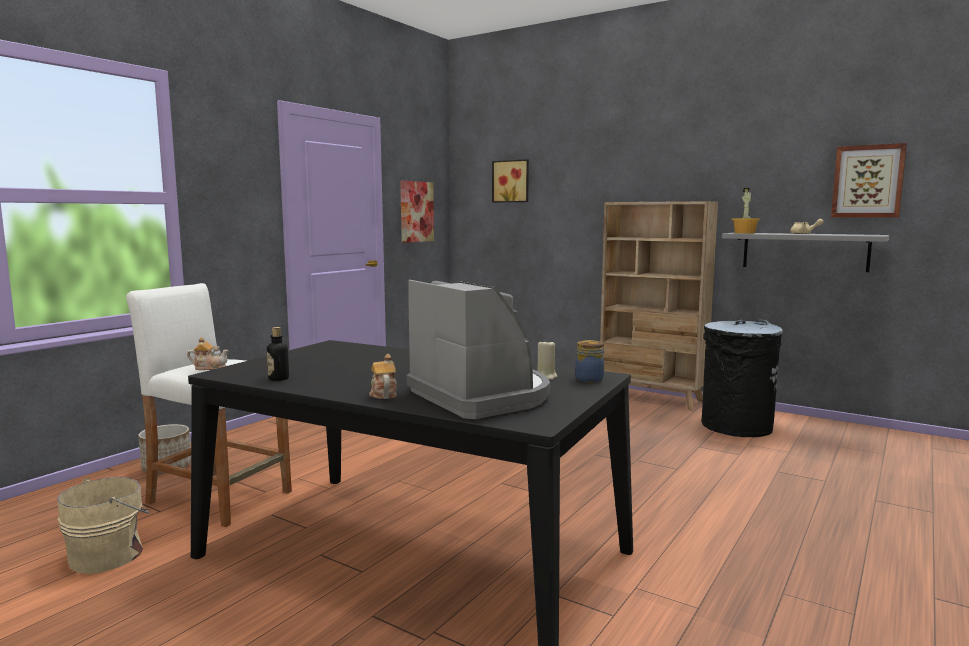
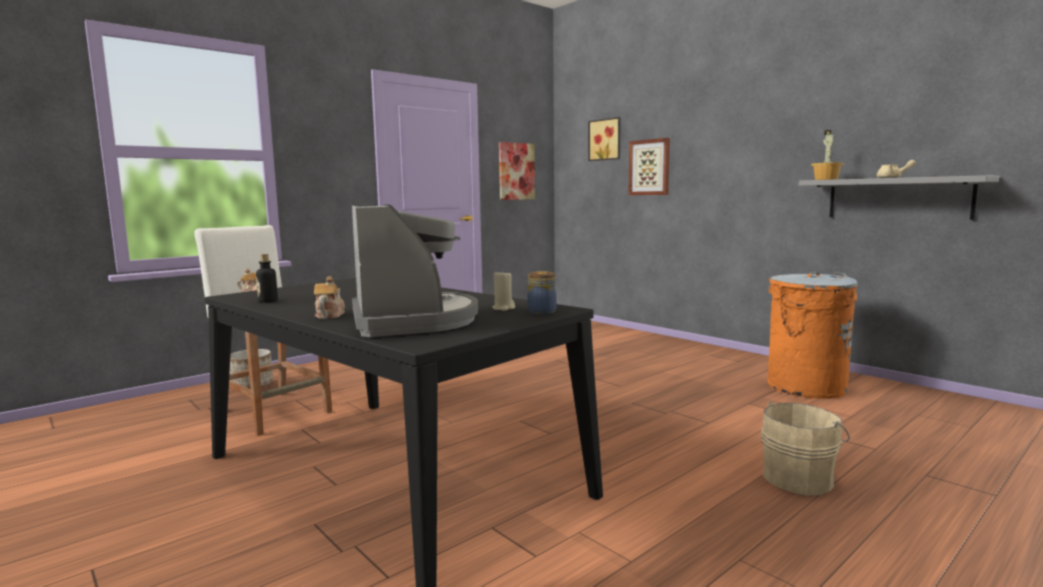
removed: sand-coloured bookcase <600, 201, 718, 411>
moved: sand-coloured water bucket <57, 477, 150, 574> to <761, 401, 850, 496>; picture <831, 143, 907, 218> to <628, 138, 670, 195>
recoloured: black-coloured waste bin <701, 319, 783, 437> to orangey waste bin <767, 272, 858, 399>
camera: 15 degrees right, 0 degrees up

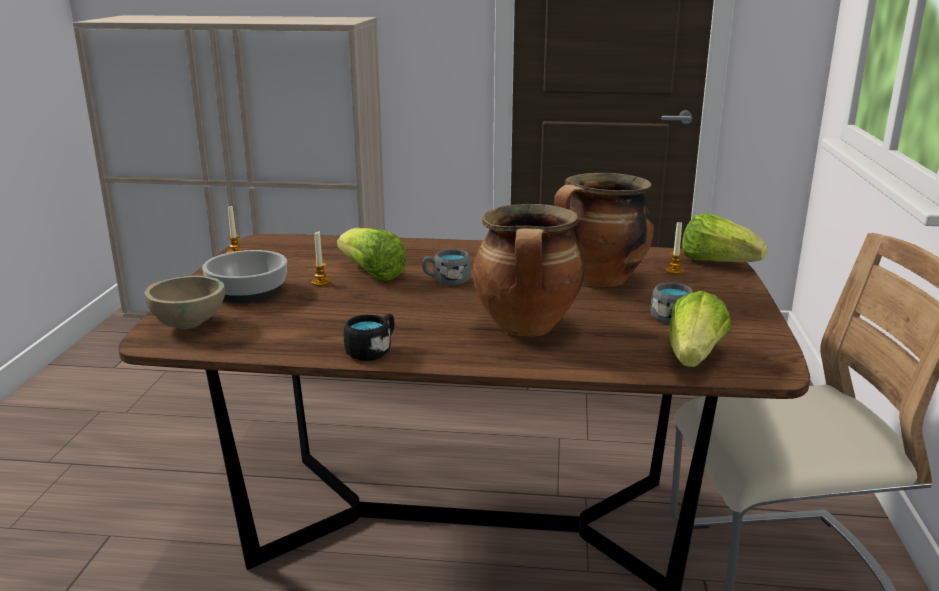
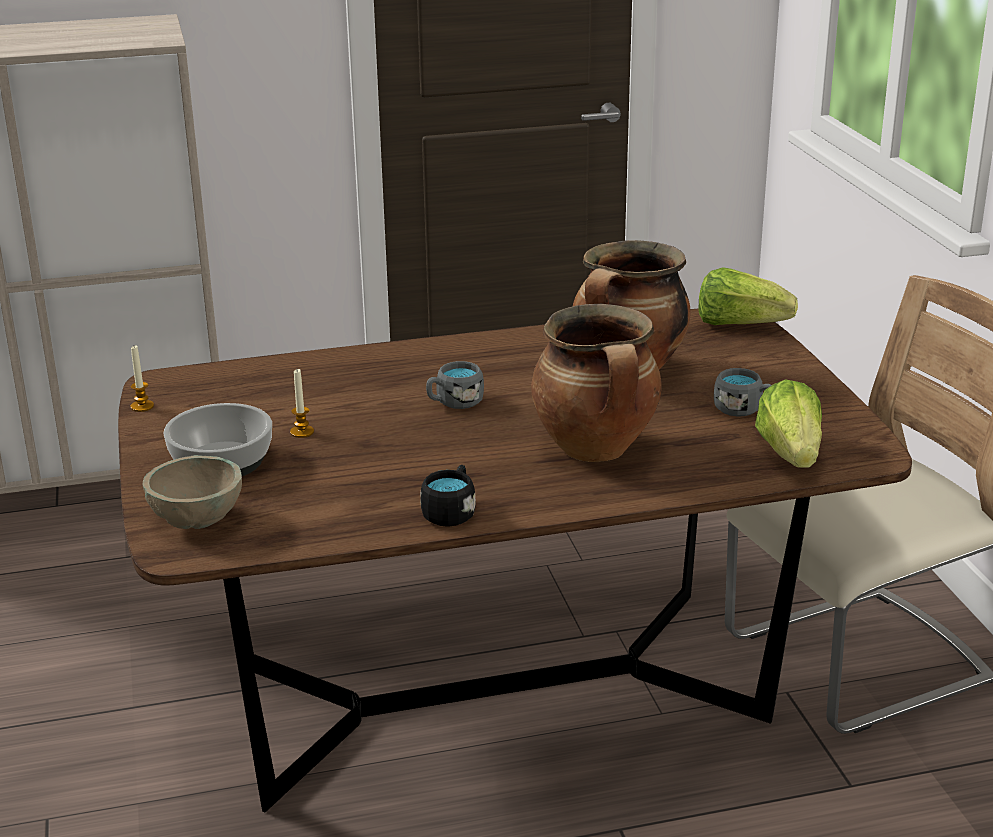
removed: lettuce head <337, 228, 407, 281>; candle <666, 221, 684, 274>
camera: 20 degrees left, 5 degrees up

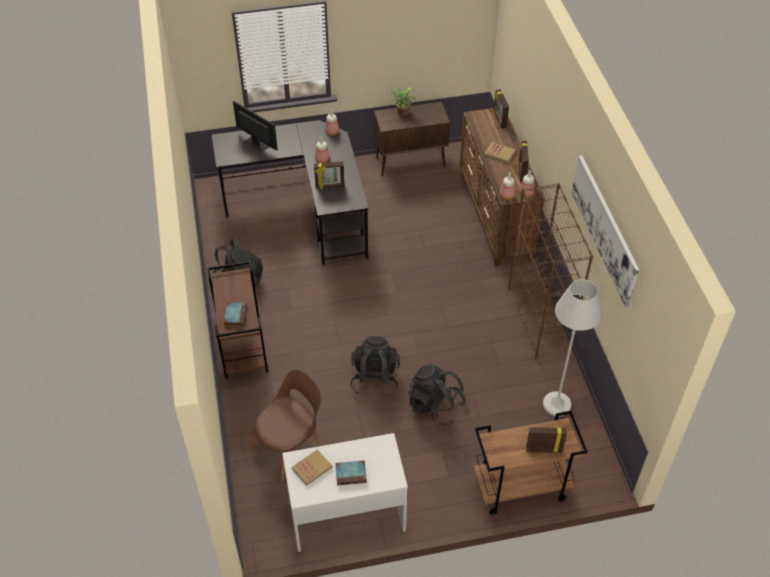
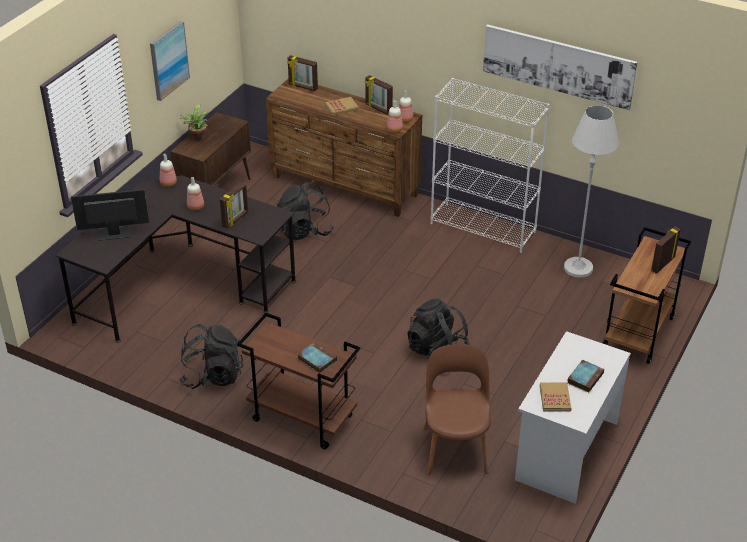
added: picture <150, 21, 190, 101>
moved: black-coloured rucksack <409, 364, 466, 426> to <277, 181, 334, 240>
recoloured: brown-coloured bookcase <508, 183, 593, 360> to white bookcase <430, 78, 550, 253>
camera: 50 degrees left, 10 degrees down

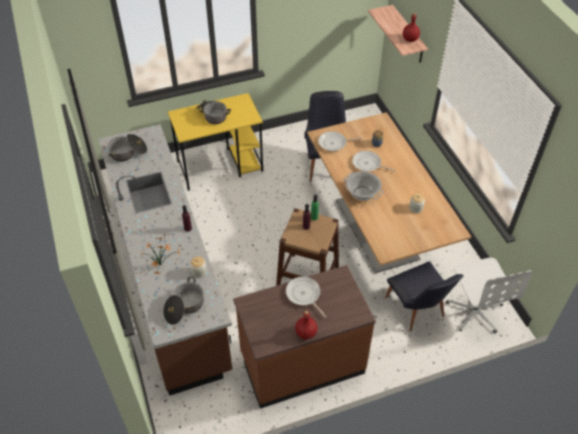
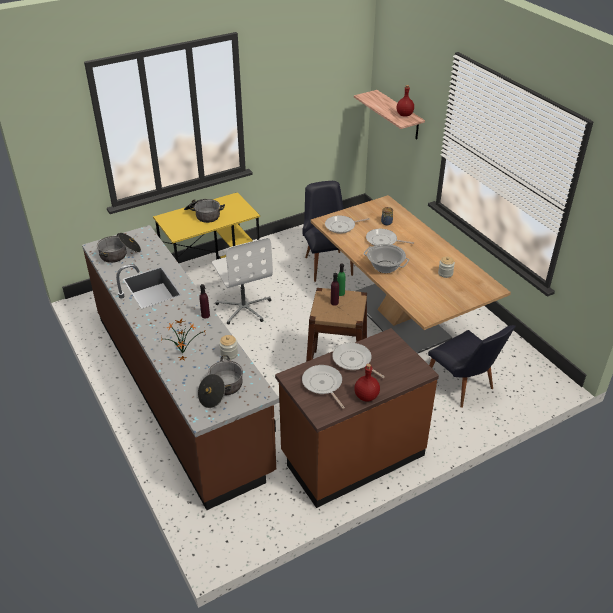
added: frying pan <302, 365, 345, 409>
moved: white office chair <446, 258, 532, 333> to <212, 238, 273, 325>
camera: 10 degrees left, 10 degrees down

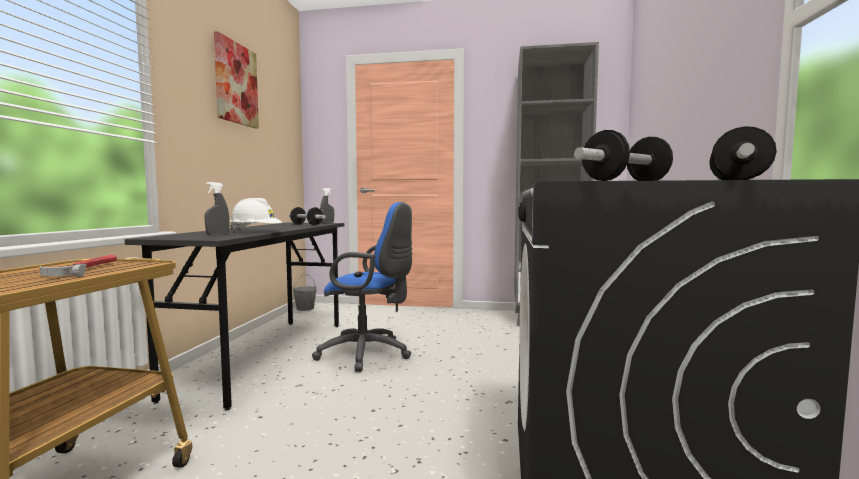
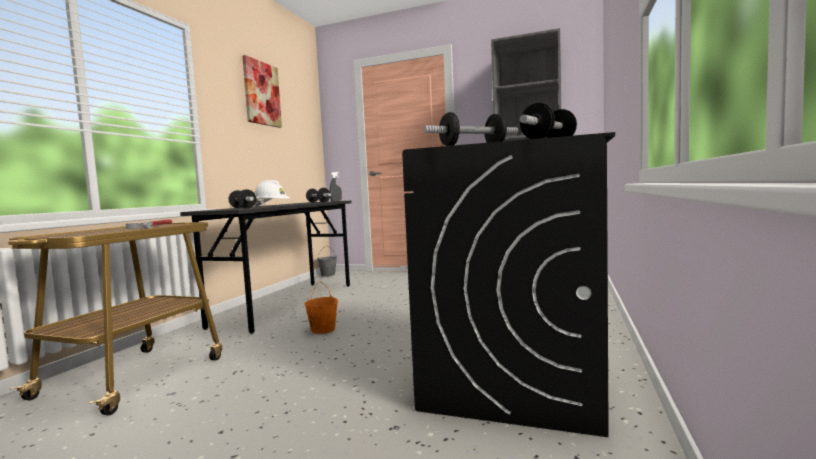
removed: blue-coloured office chair <312, 202, 412, 372>
added: orangey water bucket <304, 281, 338, 334>
replaced: gray spray bottle <205, 182, 229, 235> to hand weight <228, 189, 257, 208>
camera: 10 degrees right, 0 degrees up

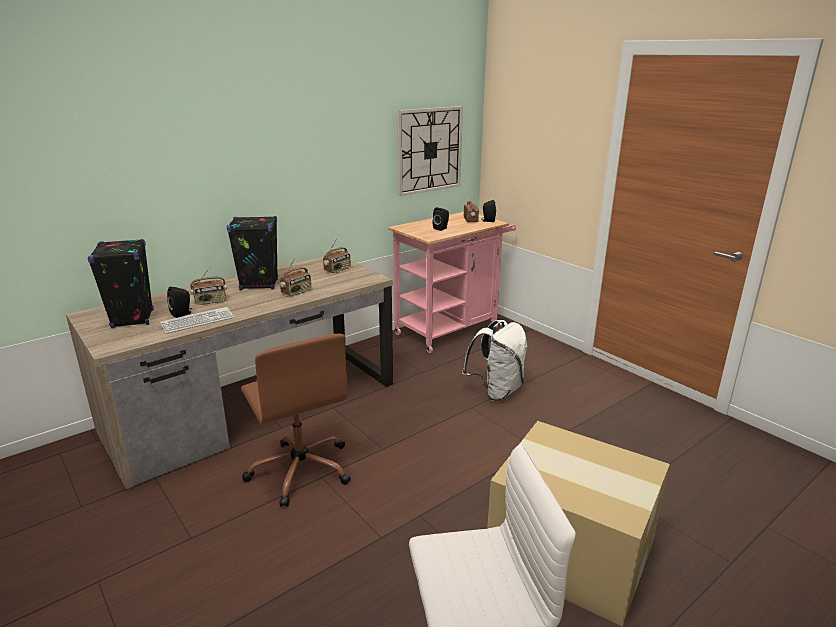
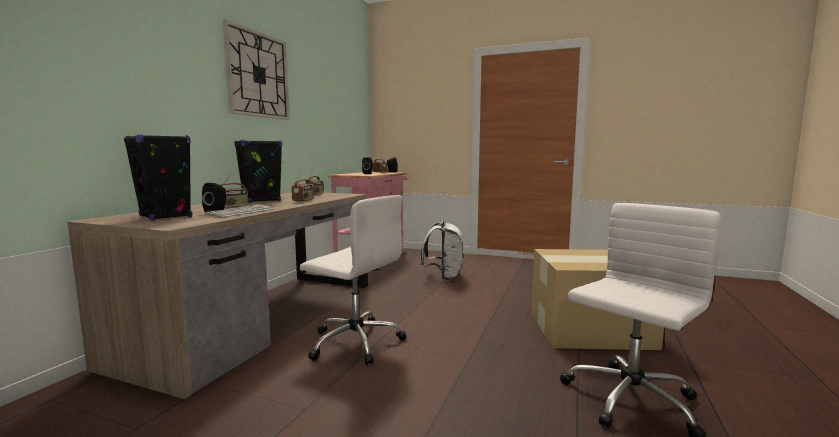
moved: wall clock <397, 106, 463, 196> to <223, 20, 290, 120>
recoloured: brown-coloured office chair <241, 334, 351, 507> to white office chair <300, 195, 406, 365>
camera: 30 degrees left, 15 degrees down

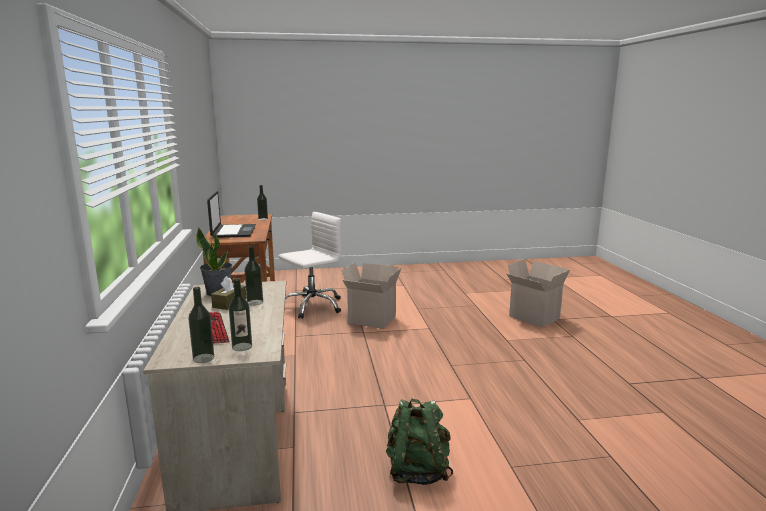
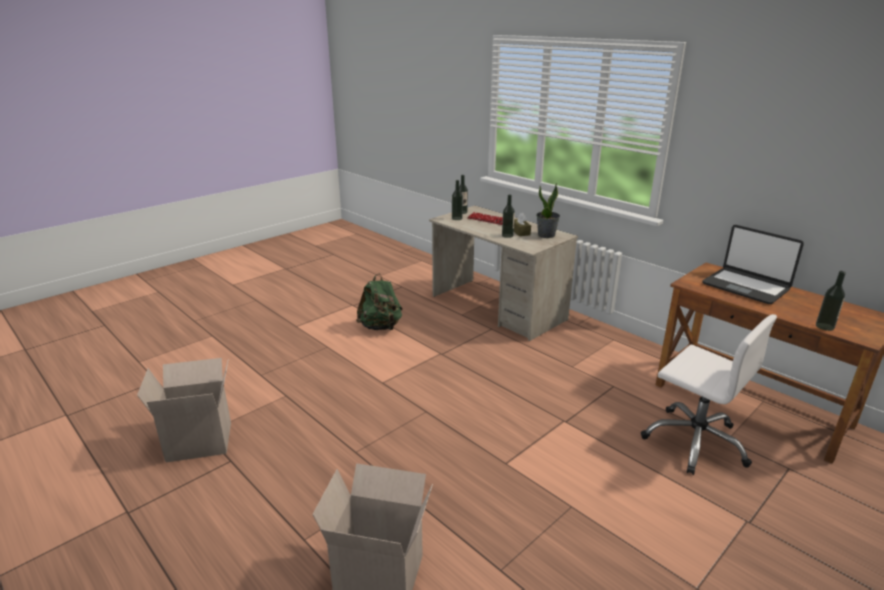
moved: cardboard box <342, 262, 401, 329> to <137, 358, 231, 462>
turned: white office chair <279, 212, 341, 319> = <641, 314, 777, 475> 60 degrees counterclockwise
camera: 145 degrees right, 10 degrees up

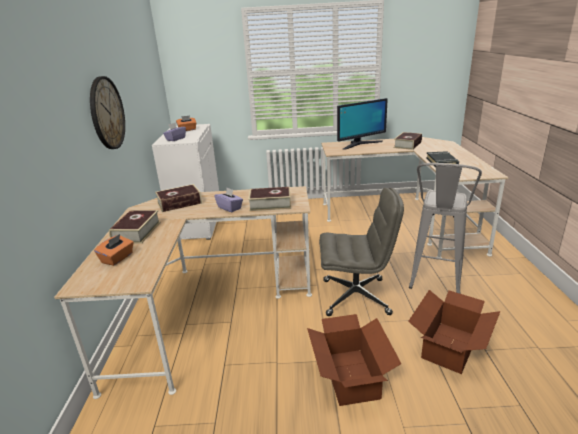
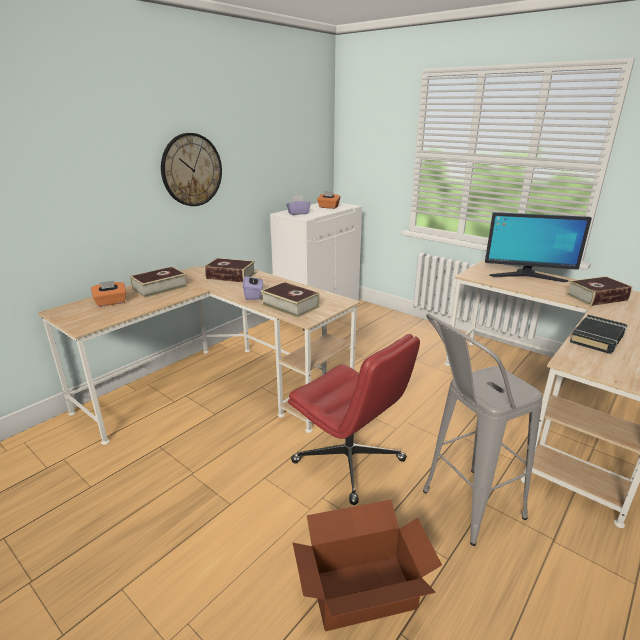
removed: cardboard box <307, 314, 401, 406>
recoloured: gray office chair <319, 188, 404, 316> to reddish office chair <288, 334, 420, 505>
camera: 40 degrees right, 0 degrees up

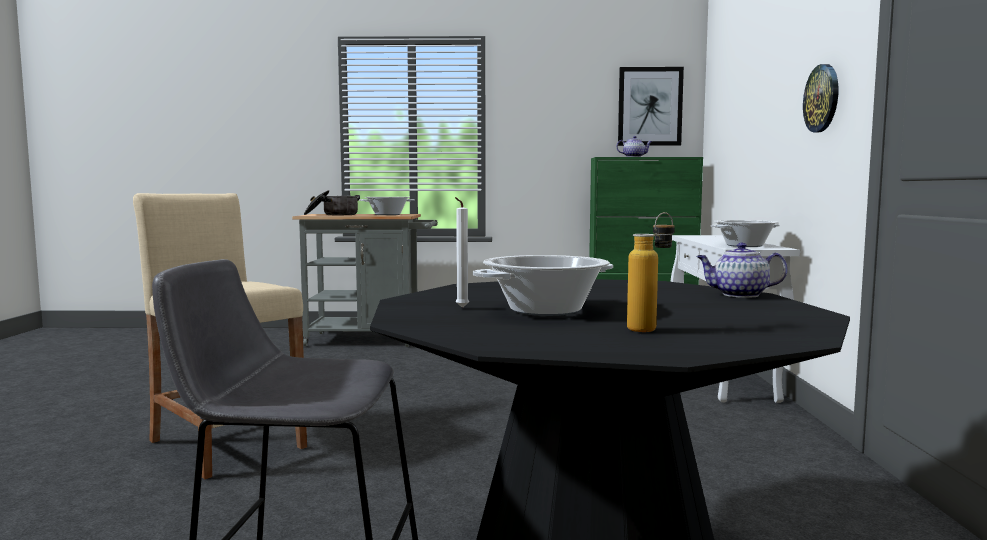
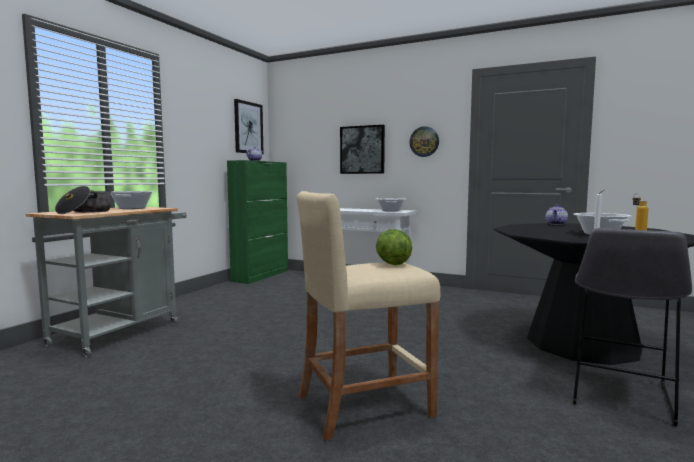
added: picture <340, 125, 385, 174>; lettuce head <376, 229, 412, 265>
camera: 65 degrees left, 0 degrees up

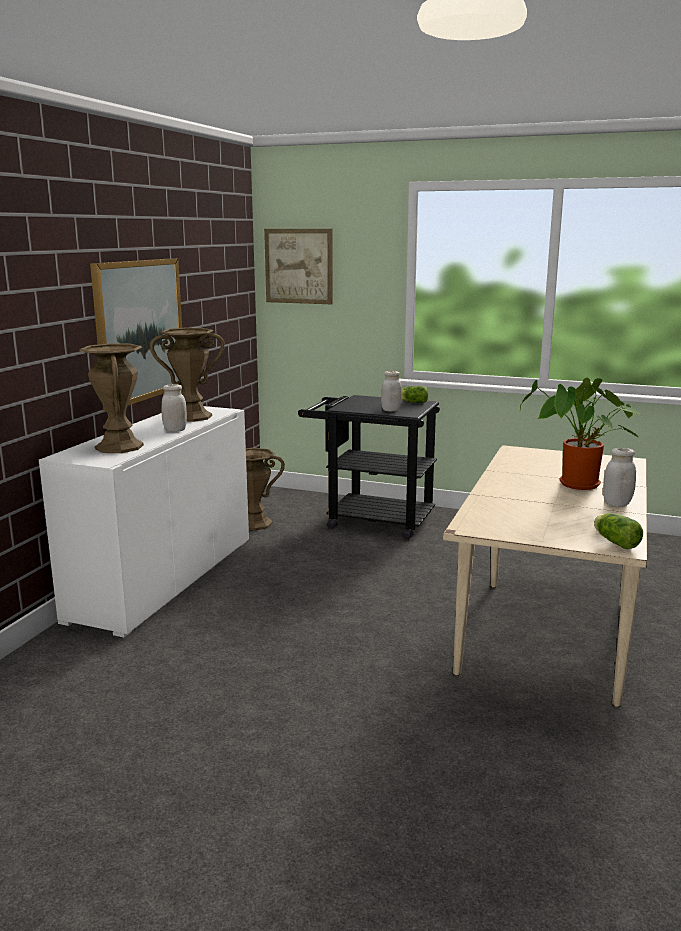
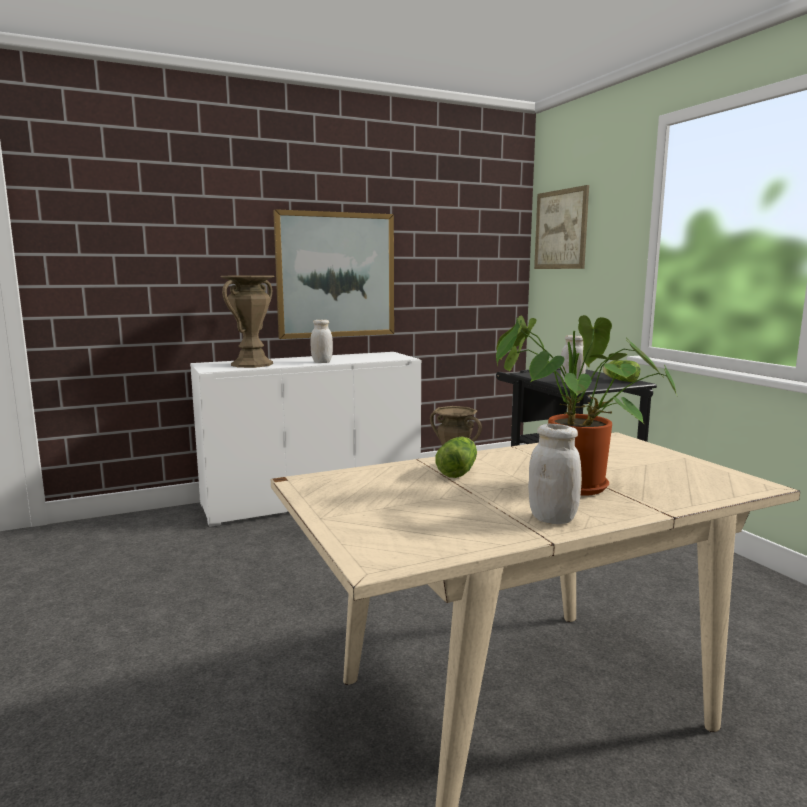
removed: brown-coloured flower vase <150, 328, 225, 422>
moved: lettuce head <594, 513, 643, 549> to <435, 436, 477, 478>
camera: 45 degrees right, 5 degrees down

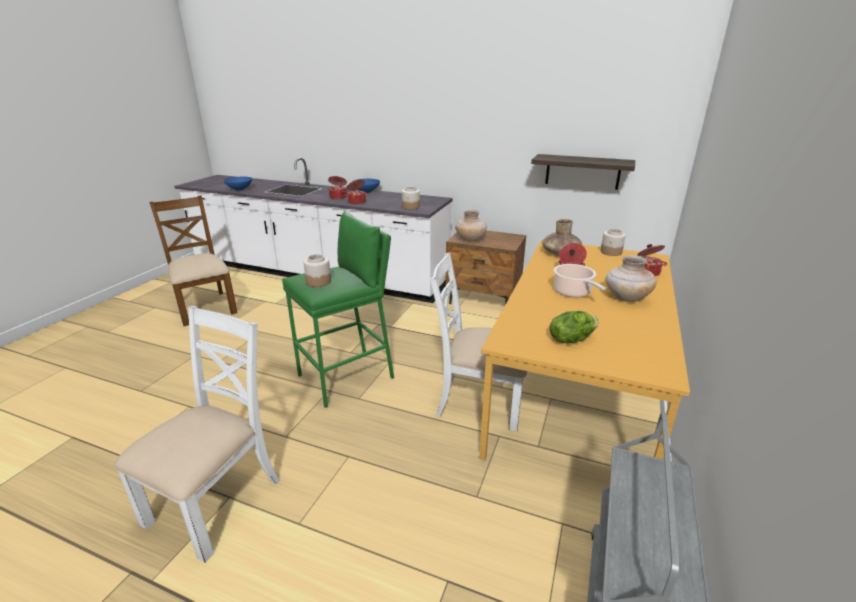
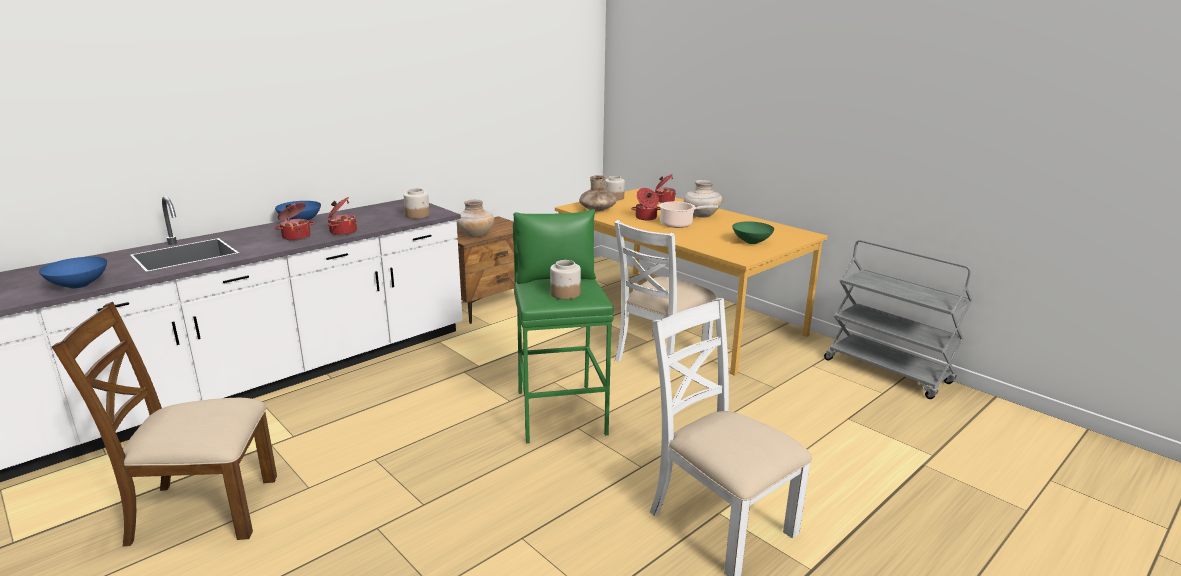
removed: shelf <531, 154, 635, 190>
replaced: lettuce head <549, 311, 599, 343> to green deep dish <732, 221, 774, 244>
camera: 65 degrees left, 5 degrees down

